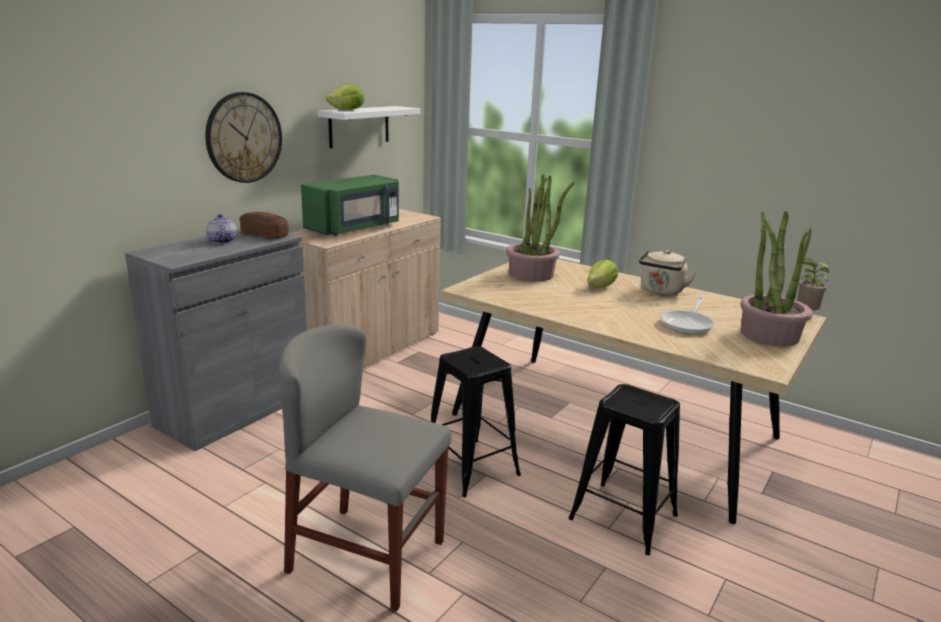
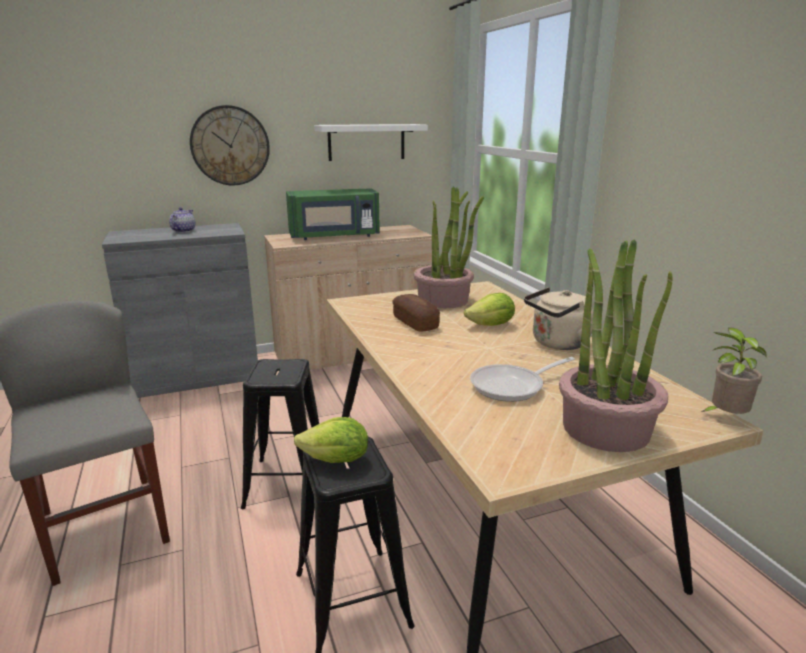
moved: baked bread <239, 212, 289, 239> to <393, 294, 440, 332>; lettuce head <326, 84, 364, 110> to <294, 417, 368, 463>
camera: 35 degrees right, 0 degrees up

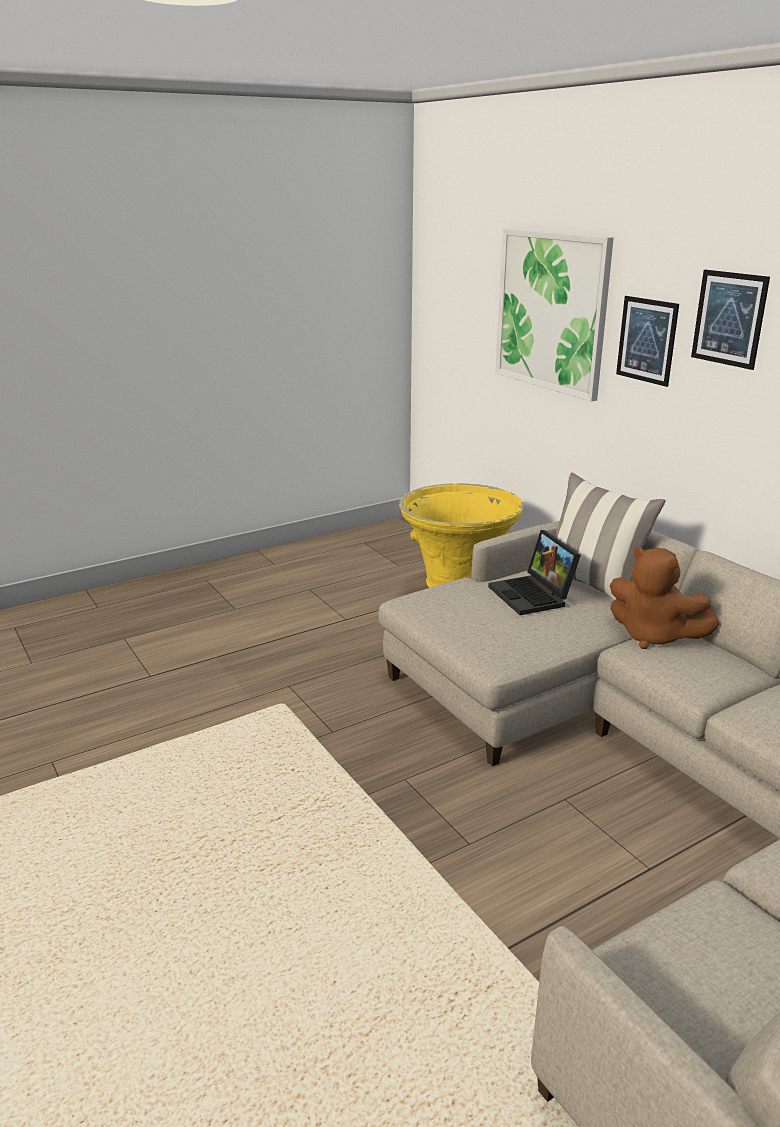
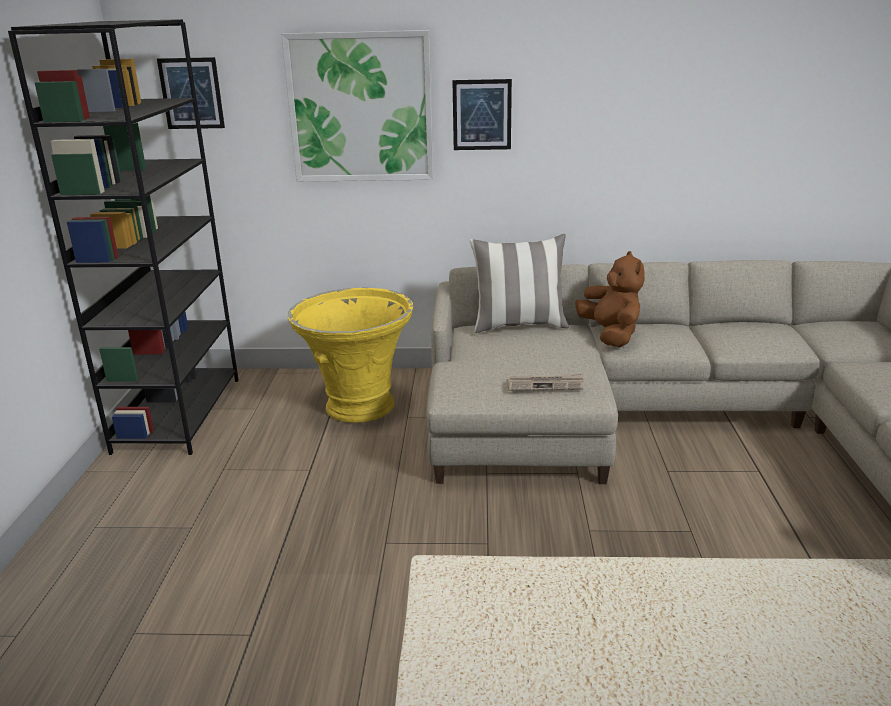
removed: laptop <488, 530, 581, 615>
added: black-coloured bookcase <8, 19, 239, 455>; printed paper <507, 373, 584, 391>
moved: picture <691, 270, 770, 370> to <157, 57, 225, 129>
turned: brown-coloured plush toy <610, 546, 720, 649> = <575, 251, 645, 347> 90 degrees counterclockwise
camera: 55 degrees left, 0 degrees up

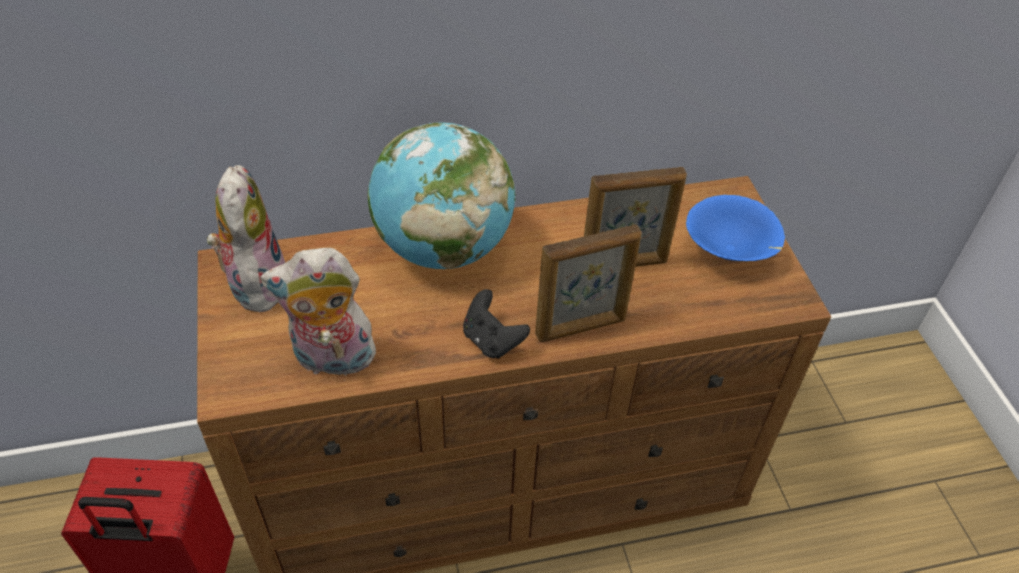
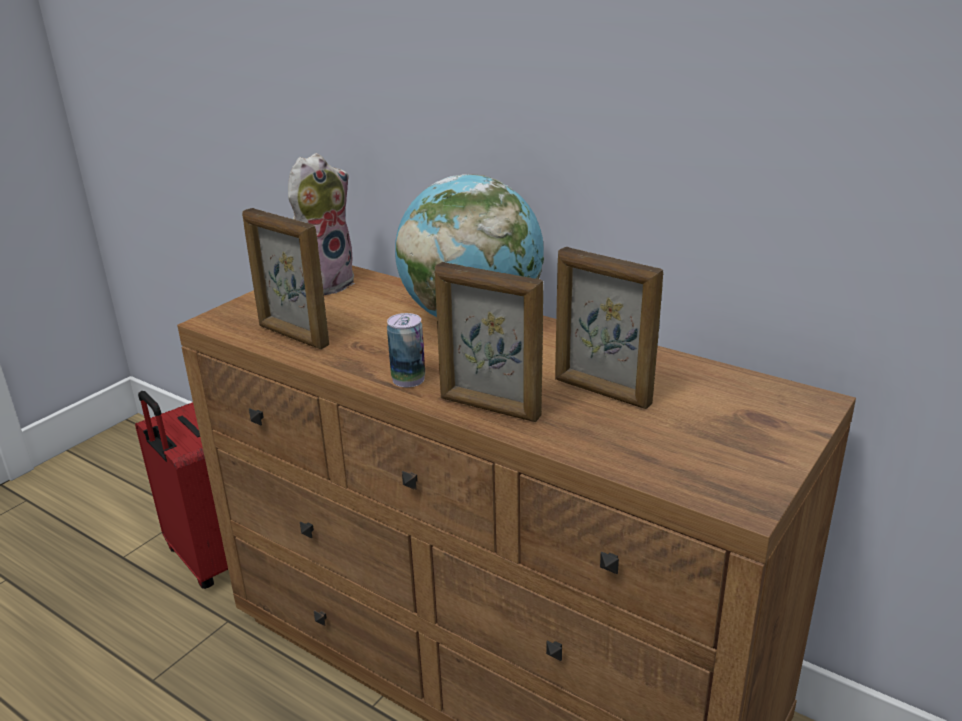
removed: blue-coloured deep dish <686, 195, 785, 261>
replaced: plush toy <260, 248, 379, 381> to standing frame <242, 208, 329, 349>; black-coloured game controller <463, 289, 530, 359> to metal can <387, 313, 425, 387>
camera: 50 degrees right, 20 degrees down

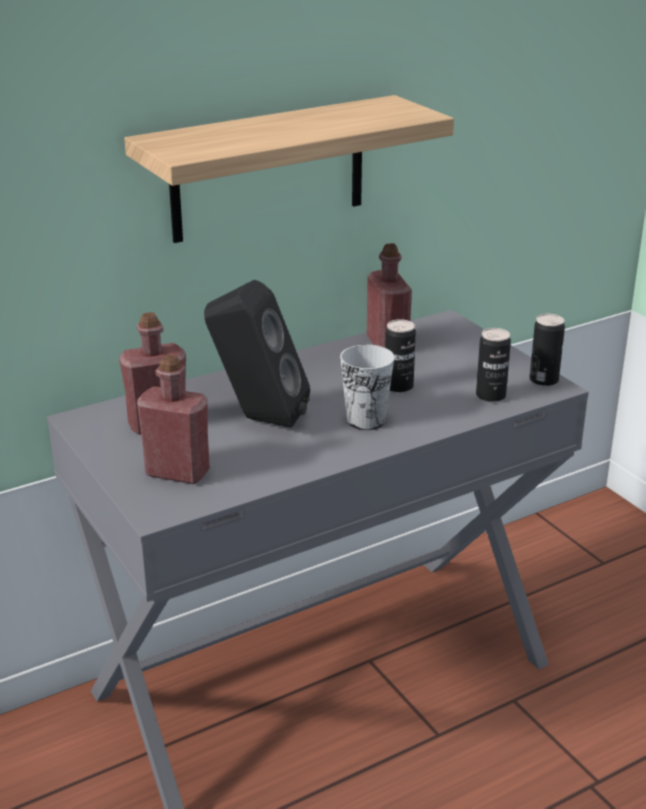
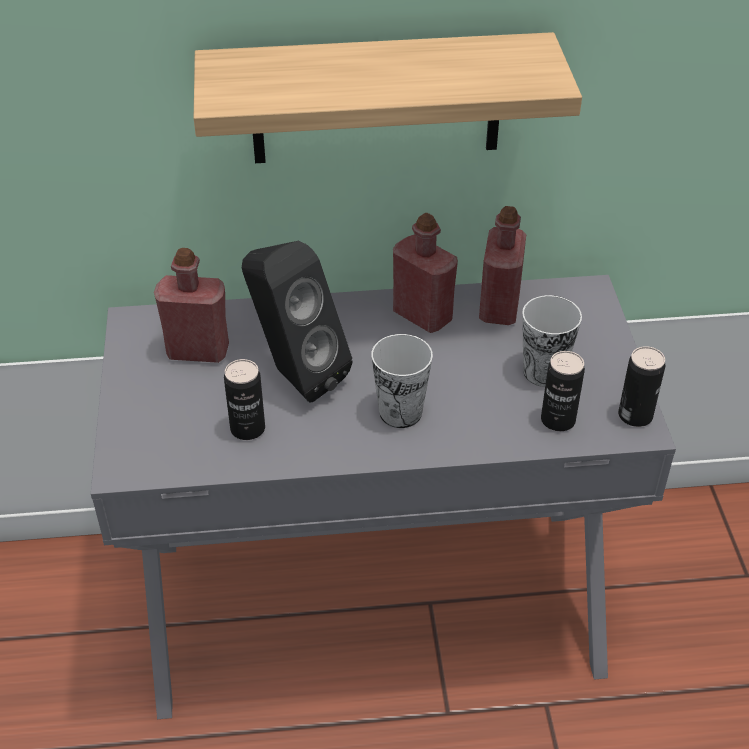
added: drinking cup <522, 295, 582, 387>
moved: reddish beverage bottle <137, 354, 210, 484> to <393, 213, 458, 333>; metal can <385, 319, 416, 393> to <224, 359, 265, 440>
camera: 25 degrees right, 15 degrees up

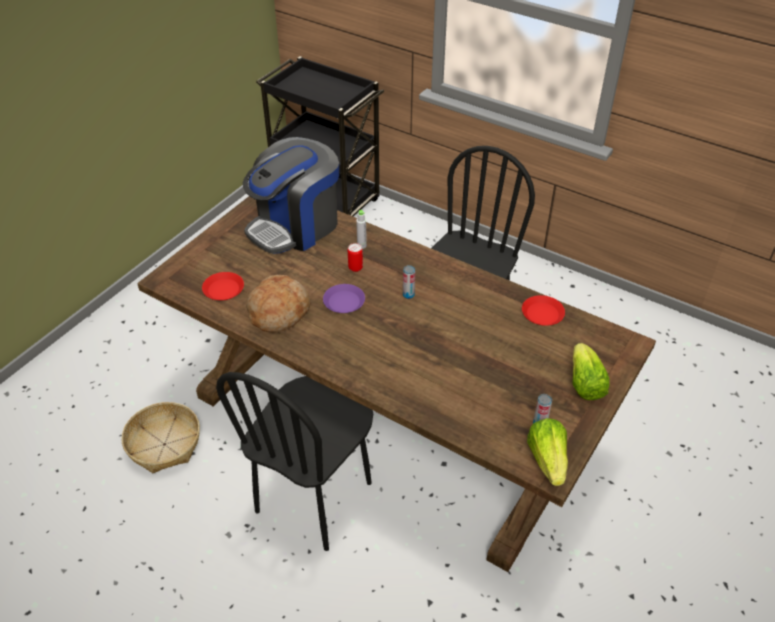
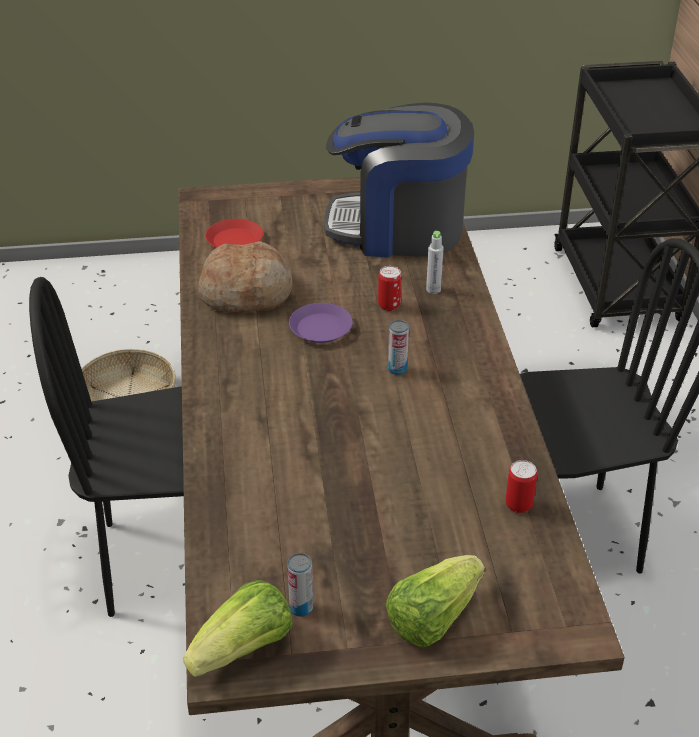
replaced: reddish plate <522, 295, 565, 326> to metal can <505, 460, 537, 513>
camera: 50 degrees right, 5 degrees down

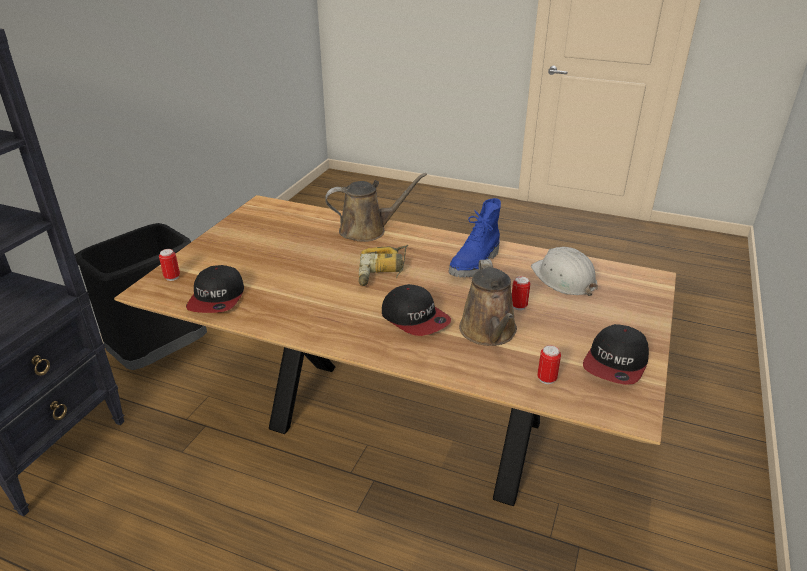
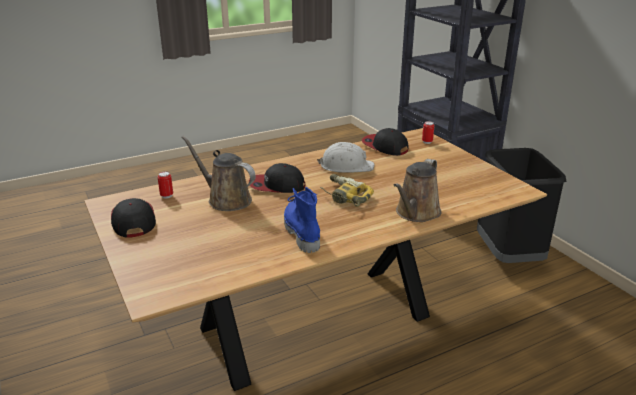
removed: metal can <512, 276, 531, 310>
moved: white work helmet <531, 247, 598, 296> to <317, 142, 374, 173>
camera: 130 degrees right, 5 degrees down

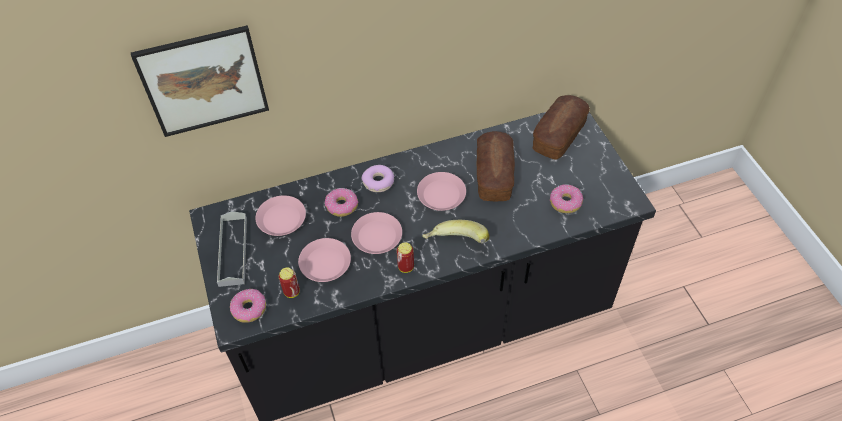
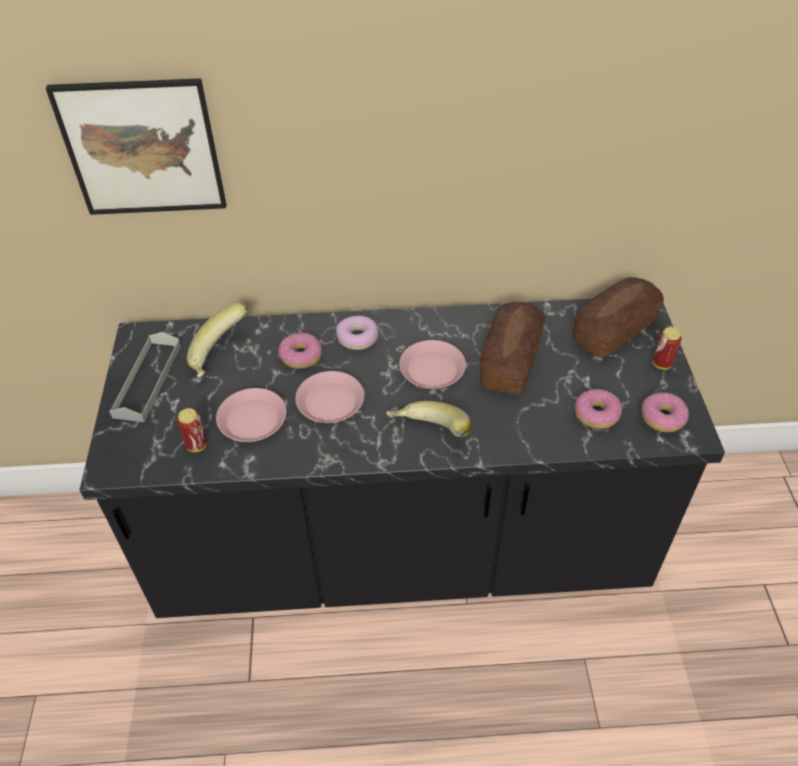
moved: doughnut <230, 289, 266, 323> to <641, 393, 689, 432>; metal can <397, 242, 414, 273> to <652, 327, 682, 369>
replaced: pinkish plate <255, 195, 306, 236> to whole banana <187, 303, 248, 378>
camera: 15 degrees right, 5 degrees down

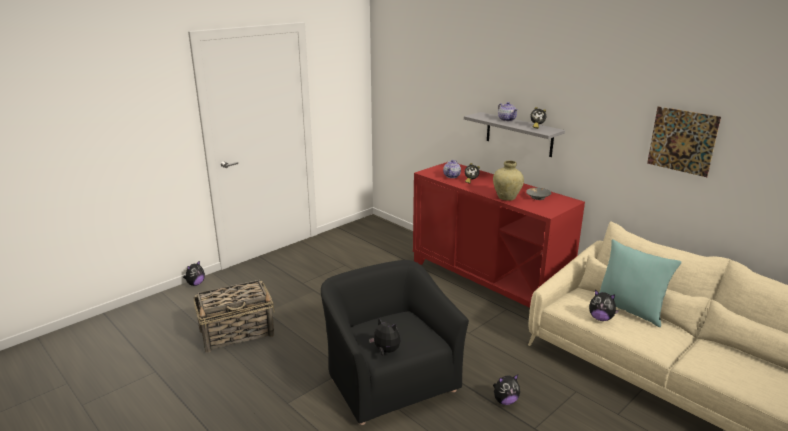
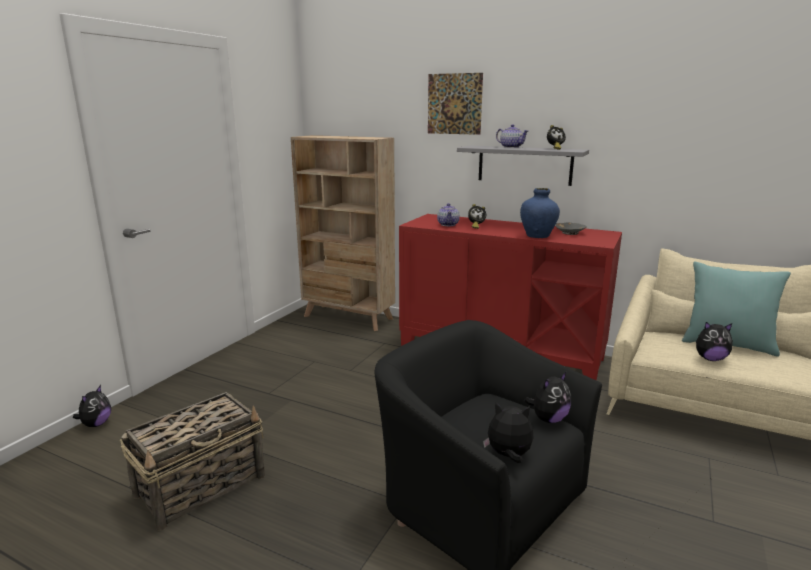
added: sand-coloured bookcase <291, 135, 395, 331>
moved: plush toy <493, 375, 520, 405> to <524, 372, 572, 423>; picture <647, 106, 721, 177> to <428, 73, 483, 135>
recoloured: sand-coloured flower vase <493, 161, 524, 201> to blue-coloured flower vase <520, 188, 560, 238>
camera: 20 degrees left, 5 degrees down

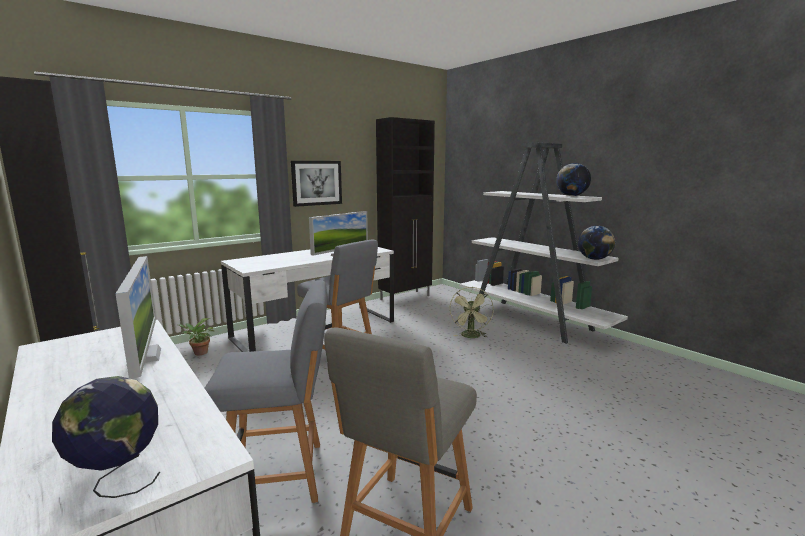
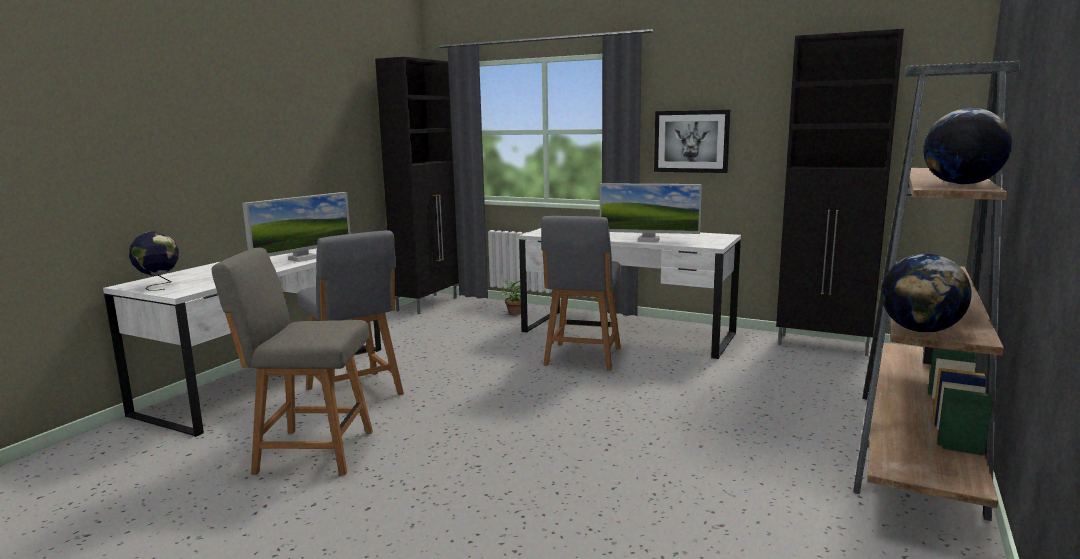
removed: green cooling fan <450, 287, 494, 338>
recoloured: white bookcase <459, 143, 628, 344> to brown-coloured bookcase <854, 61, 1021, 521>
camera: 65 degrees right, 0 degrees up

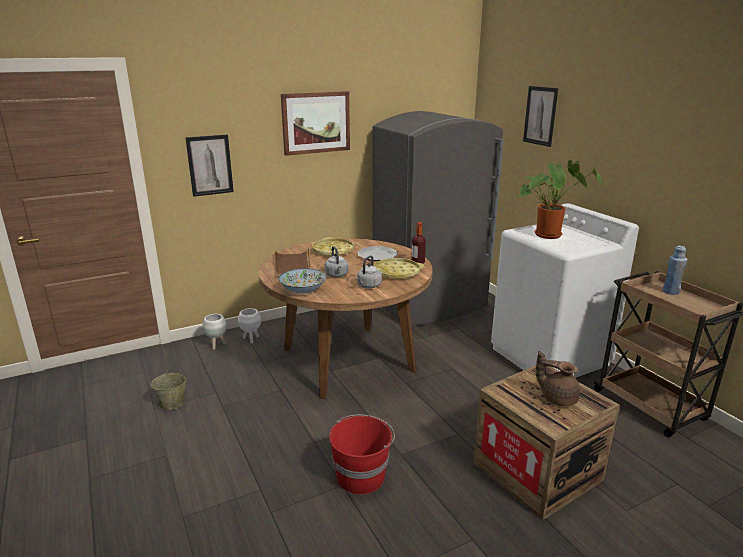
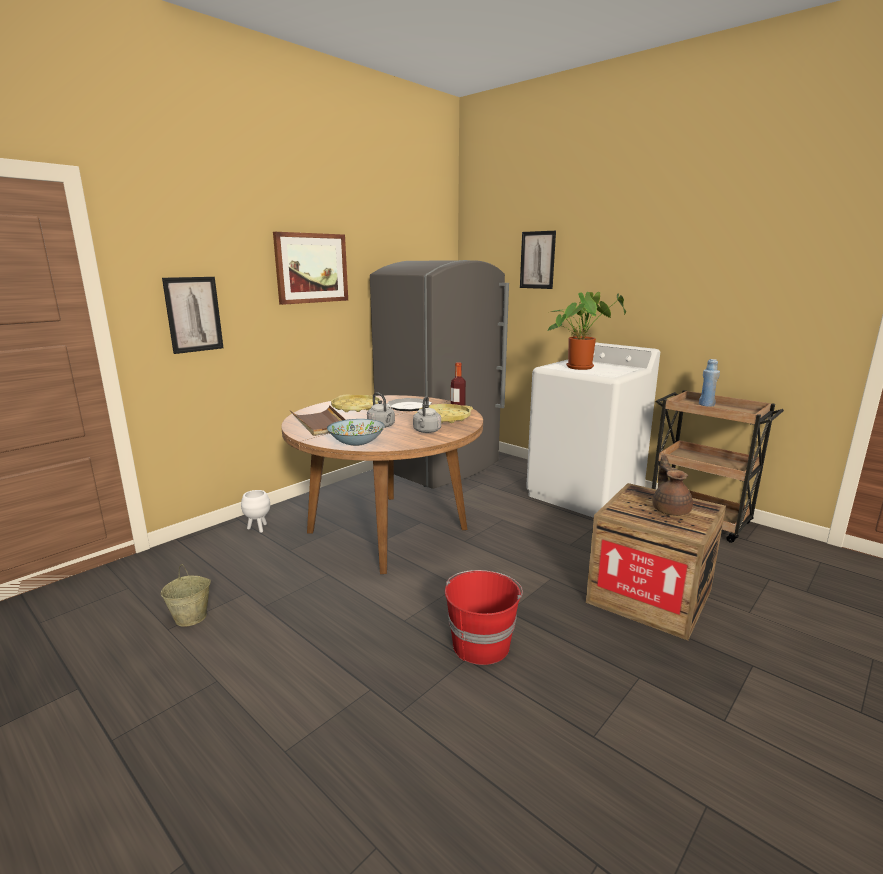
removed: white plant pot <203, 314, 227, 350>
turned: brown-coloured pot for tea <536, 351, 580, 406> = <652, 454, 693, 516> 75 degrees clockwise
camera: 20 degrees left, 5 degrees down

